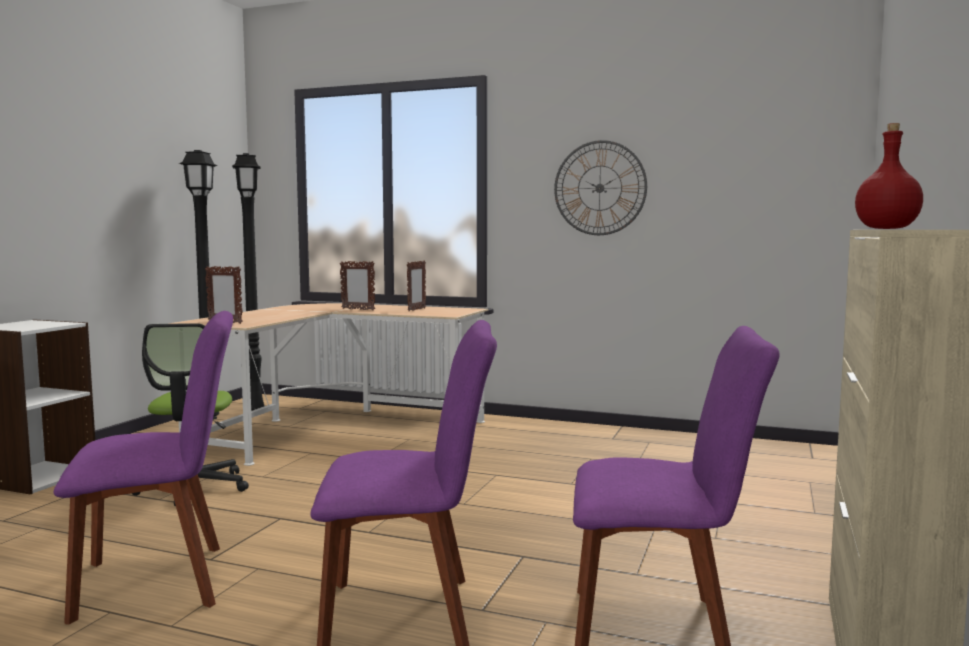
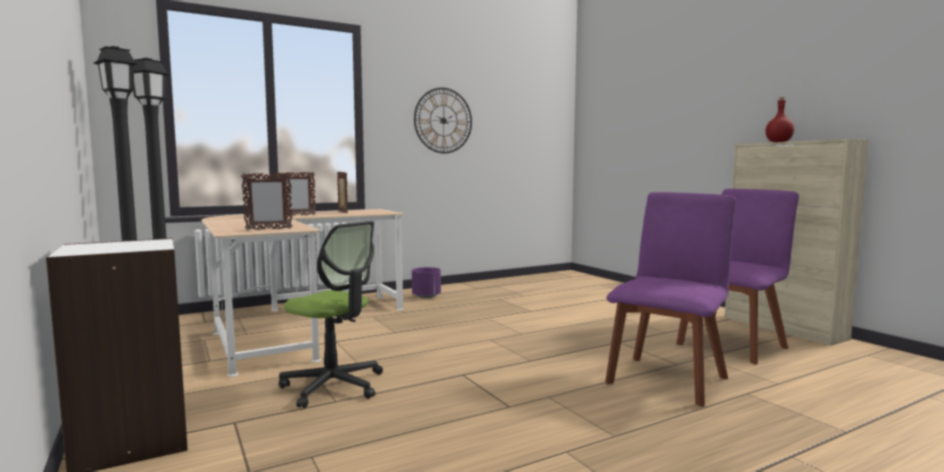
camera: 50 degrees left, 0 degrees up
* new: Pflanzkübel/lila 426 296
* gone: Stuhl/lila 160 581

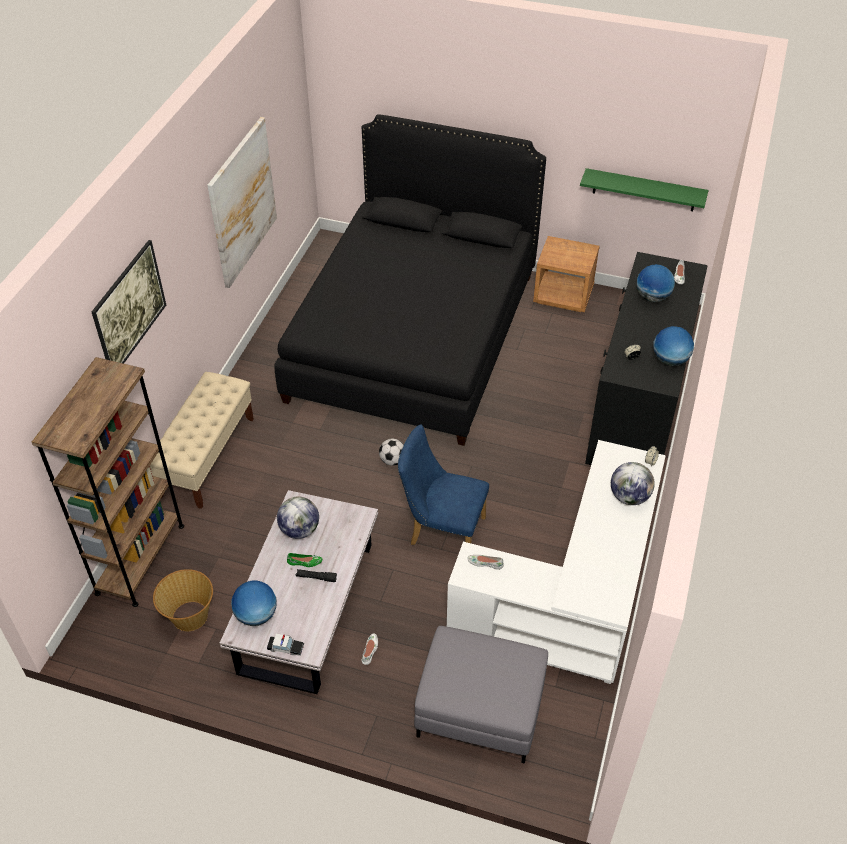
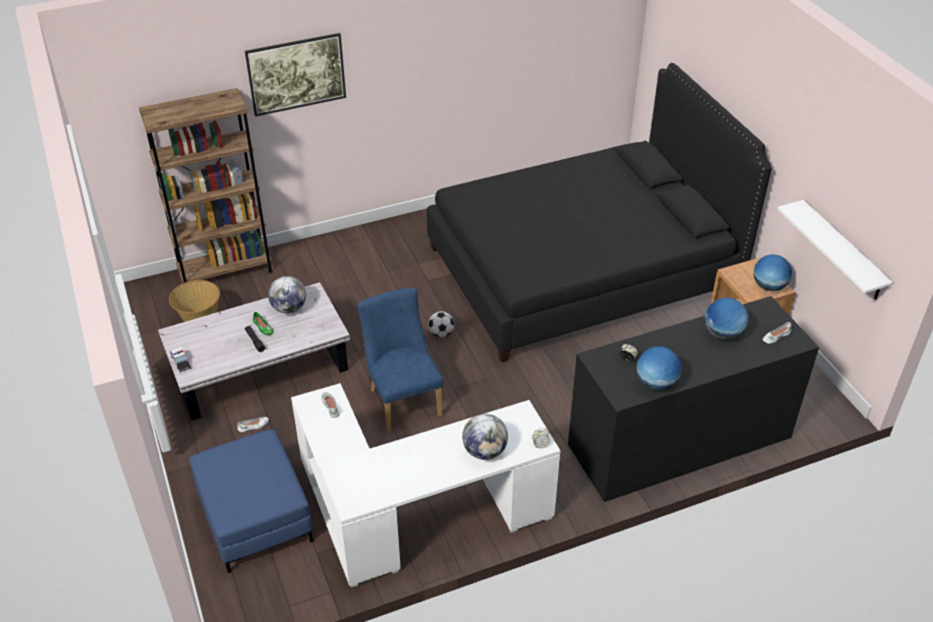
camera: 50 degrees right, 5 degrees down
* repainted: Polsterhocker/grau 479 709 to Polsterhocker/blau 254 518
* shifted: Globus 256 615 to 768 286
* repainted: Wandregal/grün 644 190 to Wandregal/weiß 842 251
* gone: Bank/beige 207 456
* gone: Bild 242 202

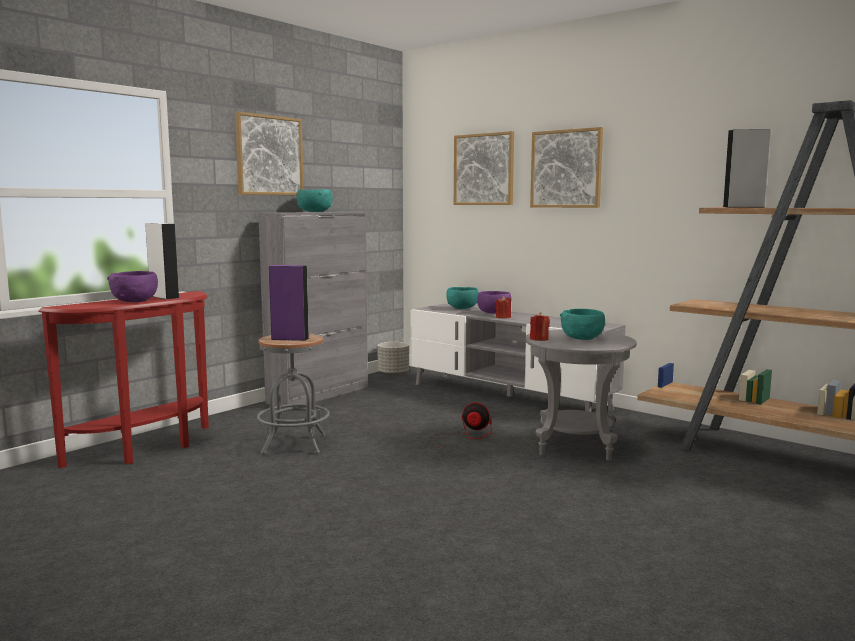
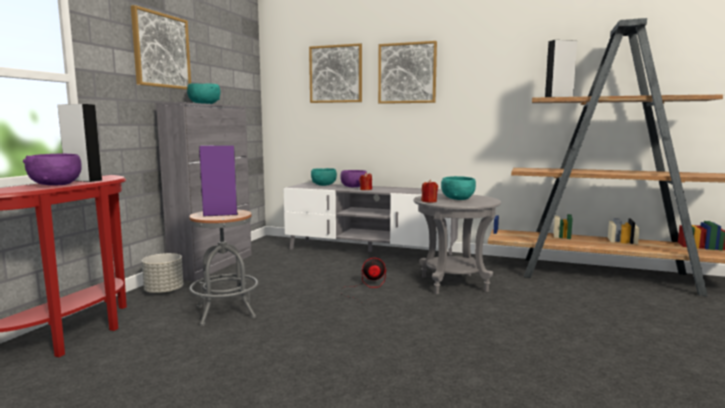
camera: 20 degrees left, 0 degrees up
* shifted: Pflanzkübel/grau 393 374 to 164 291

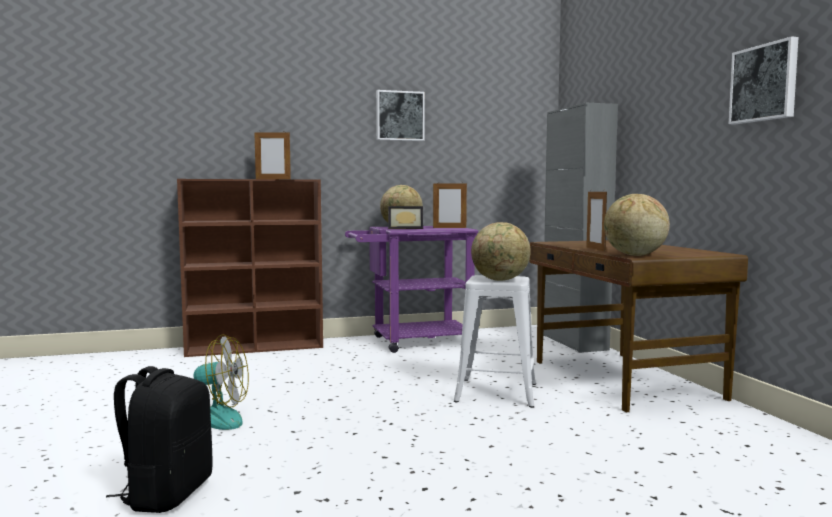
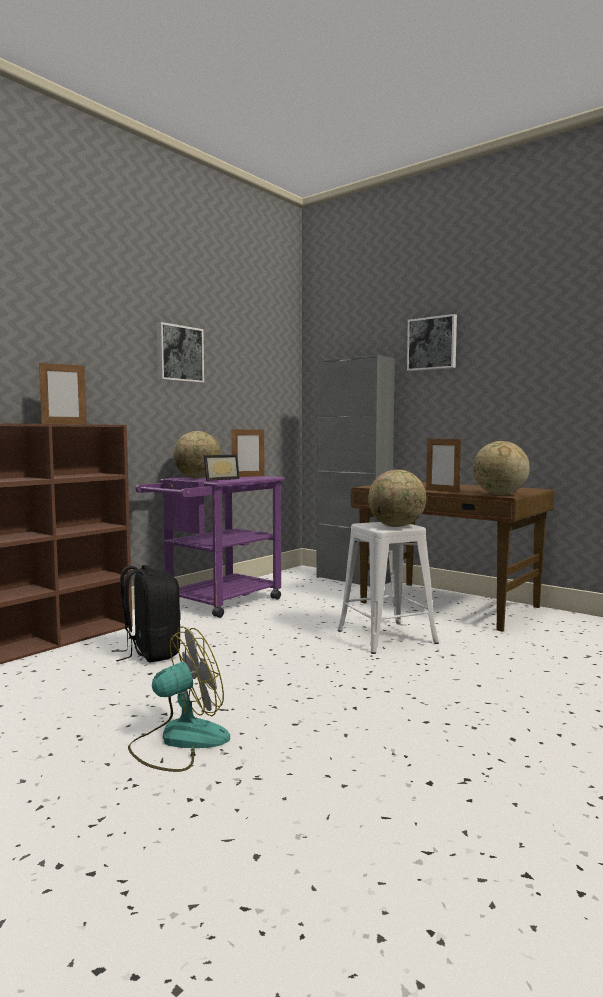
camera: 35 degrees left, 0 degrees up
* shifted: Rucksack/schwarz 166 494 to 150 653
* shifted: Bild 764 83 to 432 343

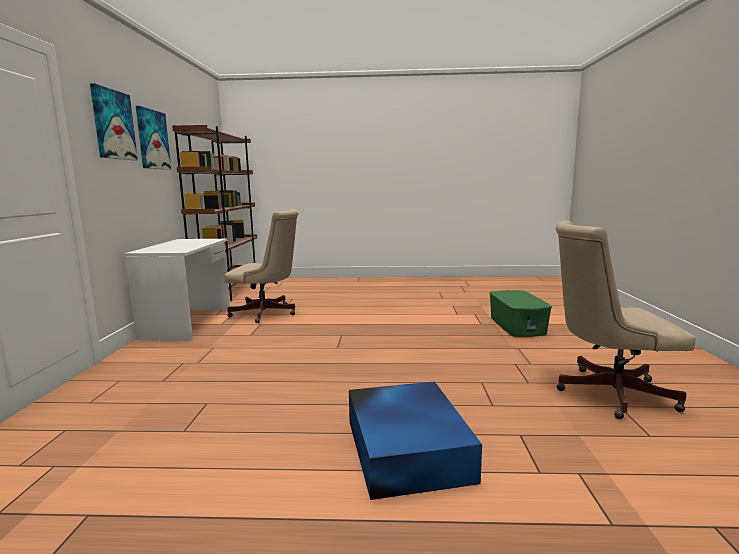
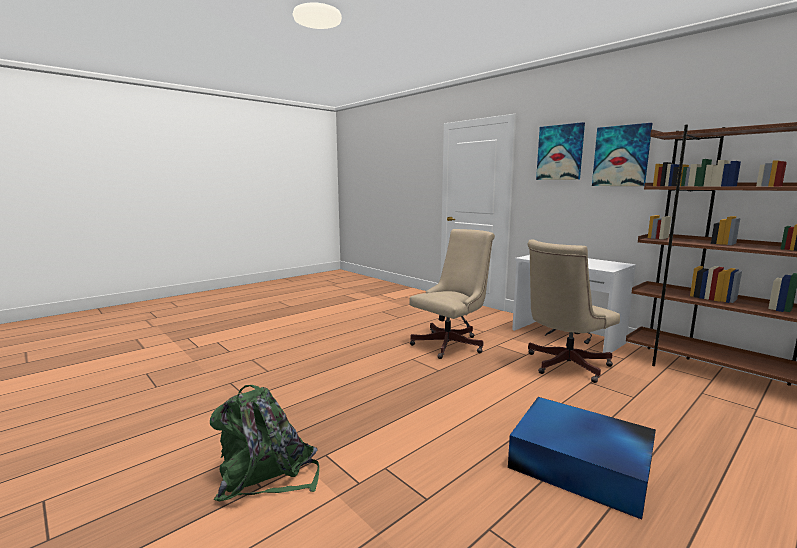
camera: 135 degrees right, 0 degrees up
* swapped: Aufbewahrungsbox/grün 517 326 to Rucksack/grün 266 474
* shifted: Bürostuhl/beige 606 392 to 451 344
* shifted: Aufbewahrungsbox/blau 407 448 to 582 465

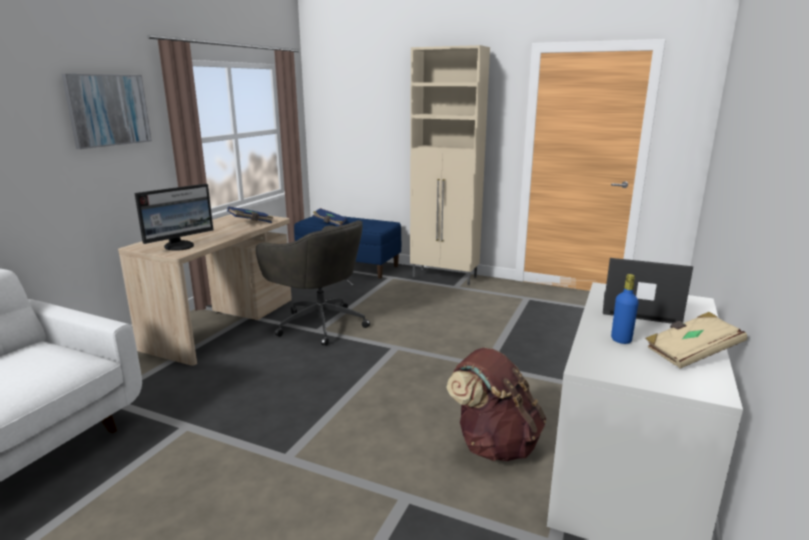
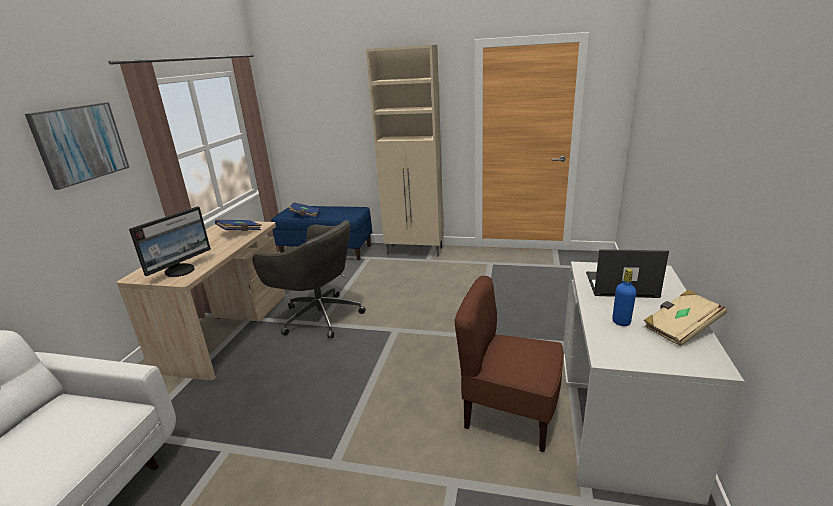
camera: 10 degrees left, 5 degrees up
* swapped: Rucksack/braun 494 444 to Stuhl/braun 509 413

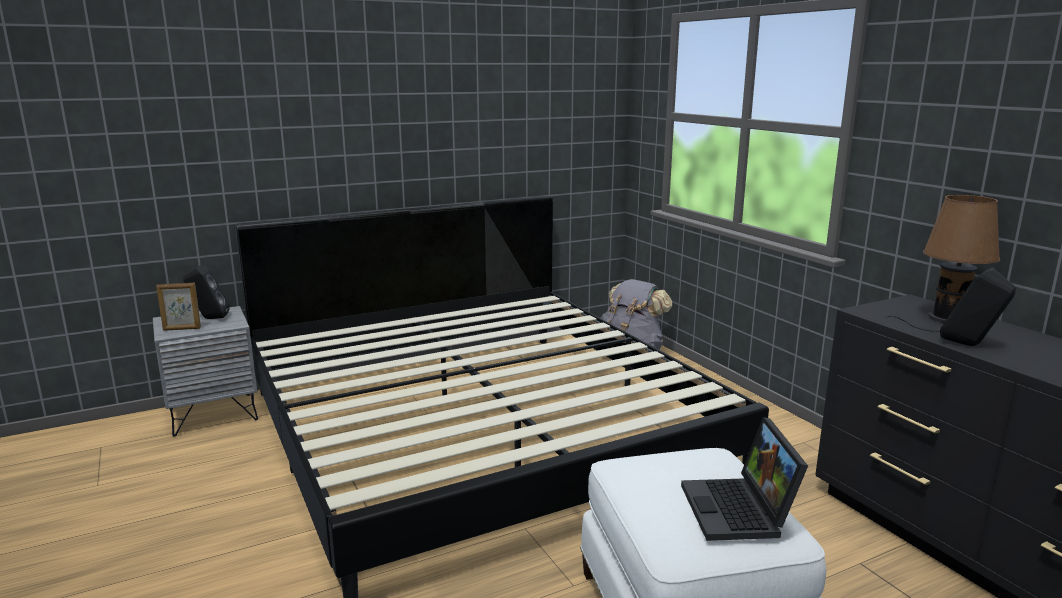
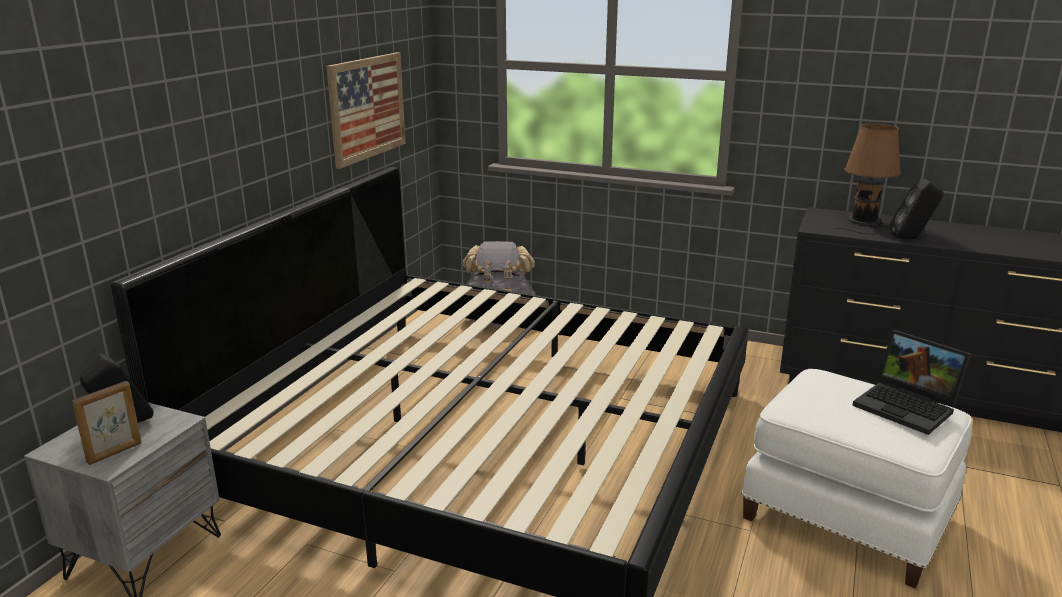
camera: 40 degrees left, 5 degrees up
* new: Bild 367 108

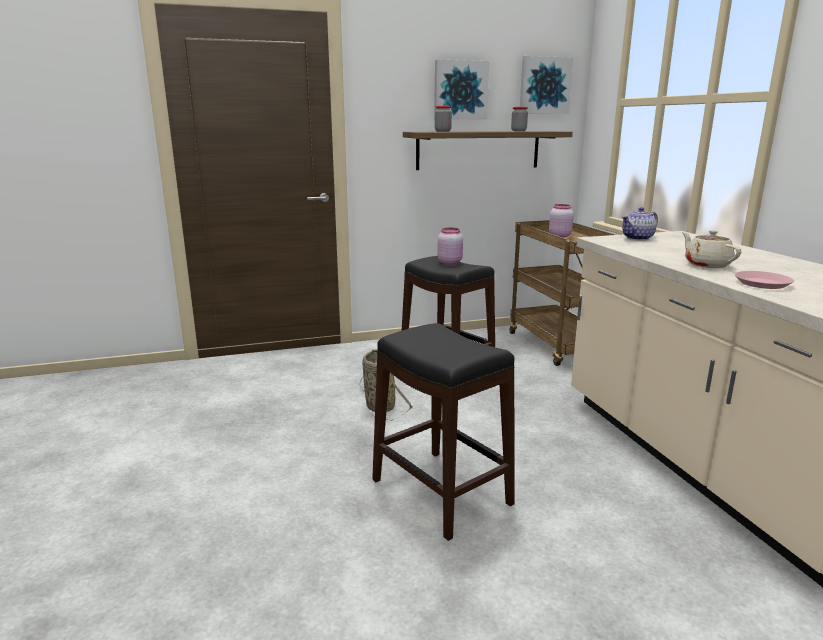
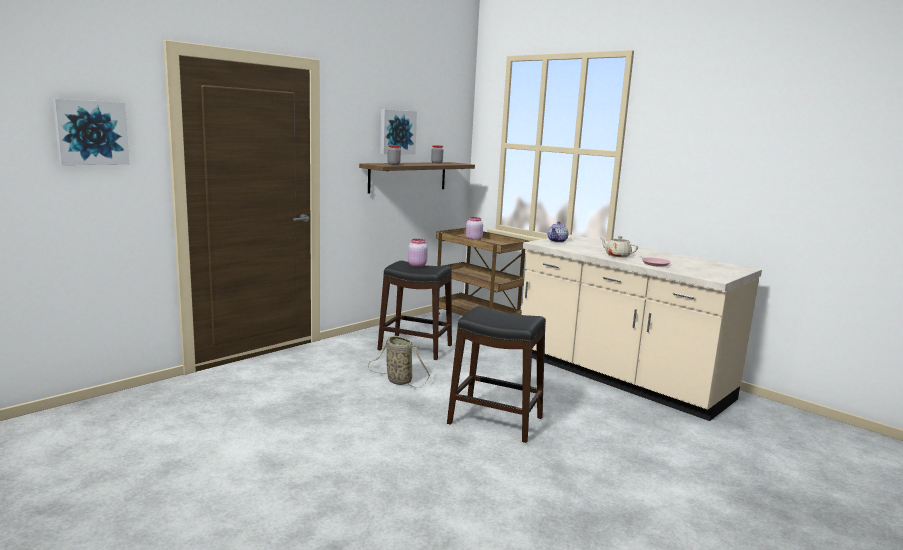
camera: 30 degrees left, 5 degrees down
* shifted: Bild 544 85 to 91 132

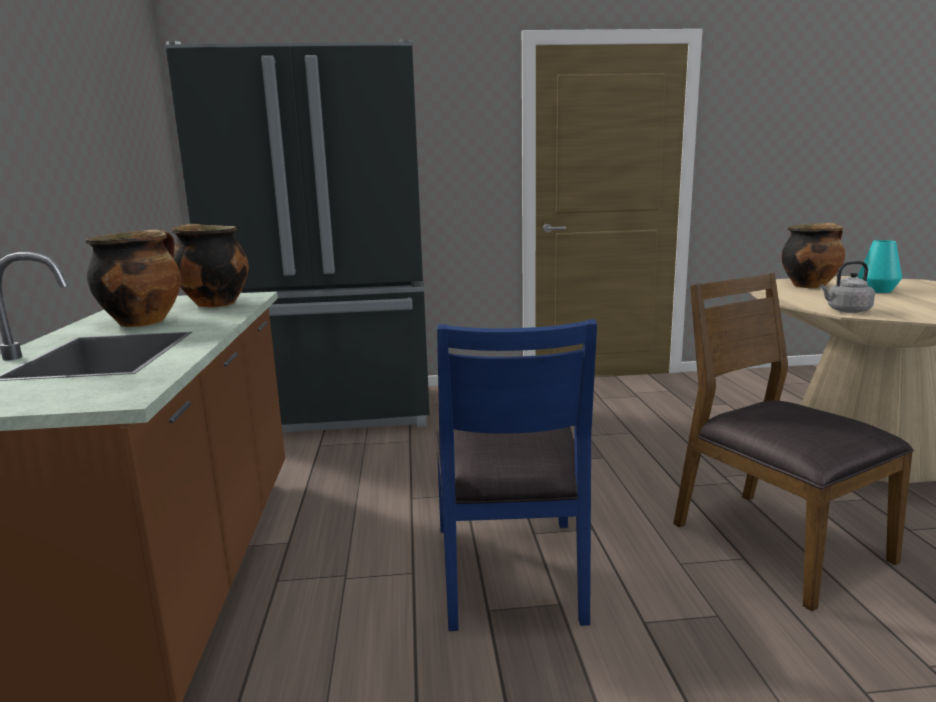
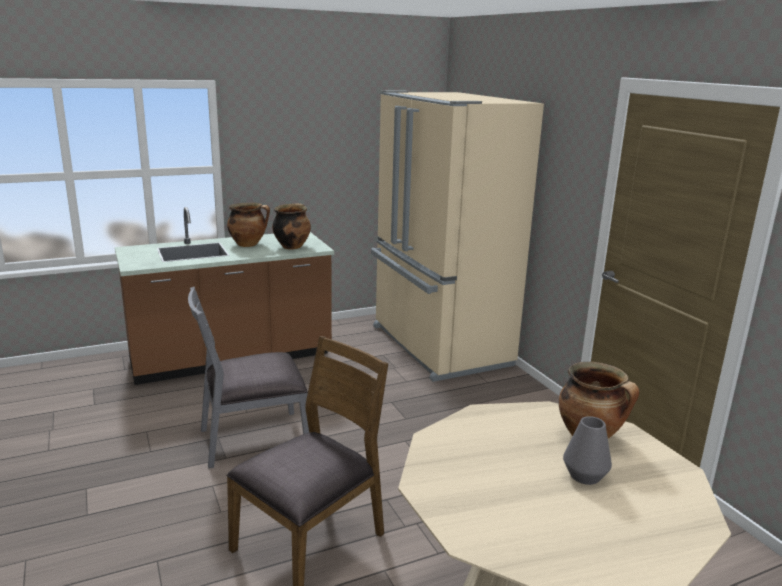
camera: 70 degrees right, 5 degrees up
* repainted: Stuhl/blau 510 571 to Stuhl/grau 253 439
* repainted: Kühlschrank/schwarz 333 412 to Kühlschrank/beige 438 346
* repainted: Vase/türkis 877 291 to Vase/grau 584 476
* gone: Wasserkessel/grau 846 311

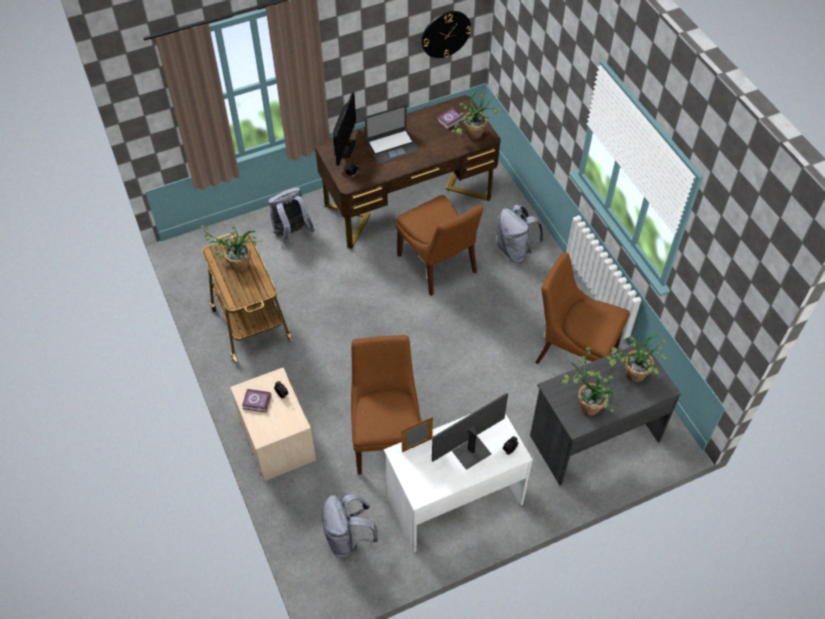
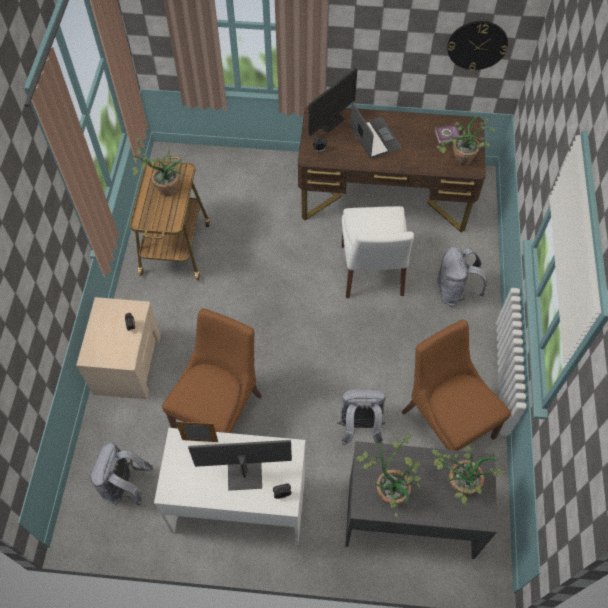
camera: 30 degrees right, 5 degrees up
* shifted: Rucksack/grau 292 233 to 359 427
* repainted: Stuhl/braun 438 265 to Stuhl/weiß 372 273
* rotated: Laptop 392 146 = 375 138 120 degrees counterclockwise
* gone: Buch 257 402

